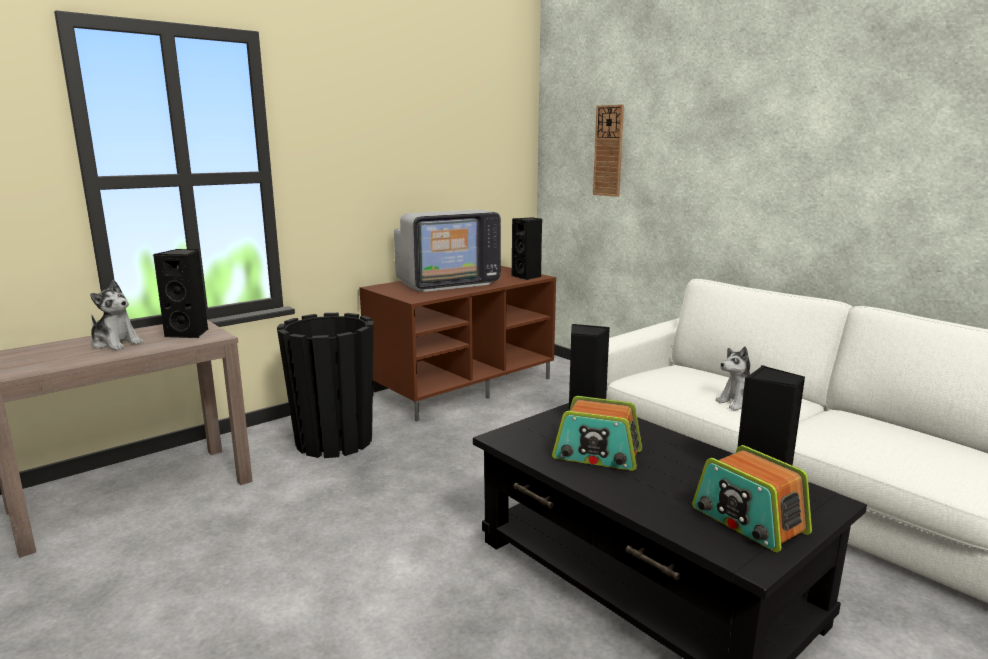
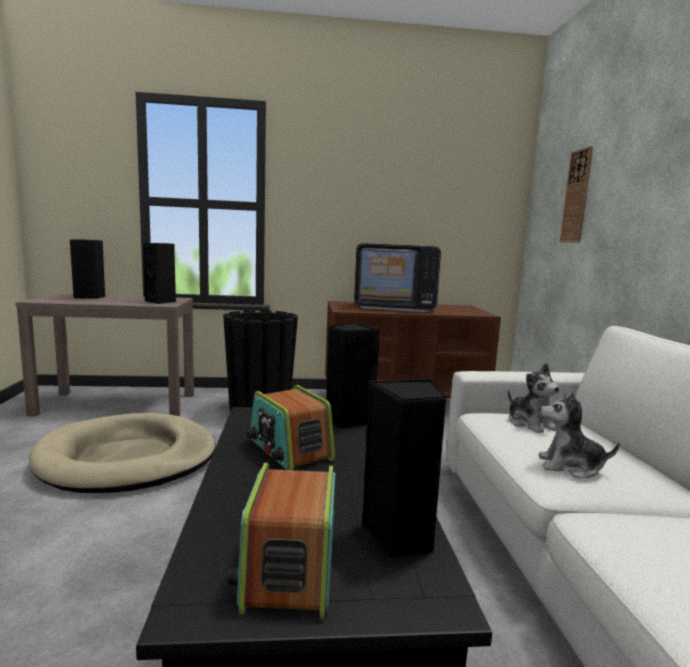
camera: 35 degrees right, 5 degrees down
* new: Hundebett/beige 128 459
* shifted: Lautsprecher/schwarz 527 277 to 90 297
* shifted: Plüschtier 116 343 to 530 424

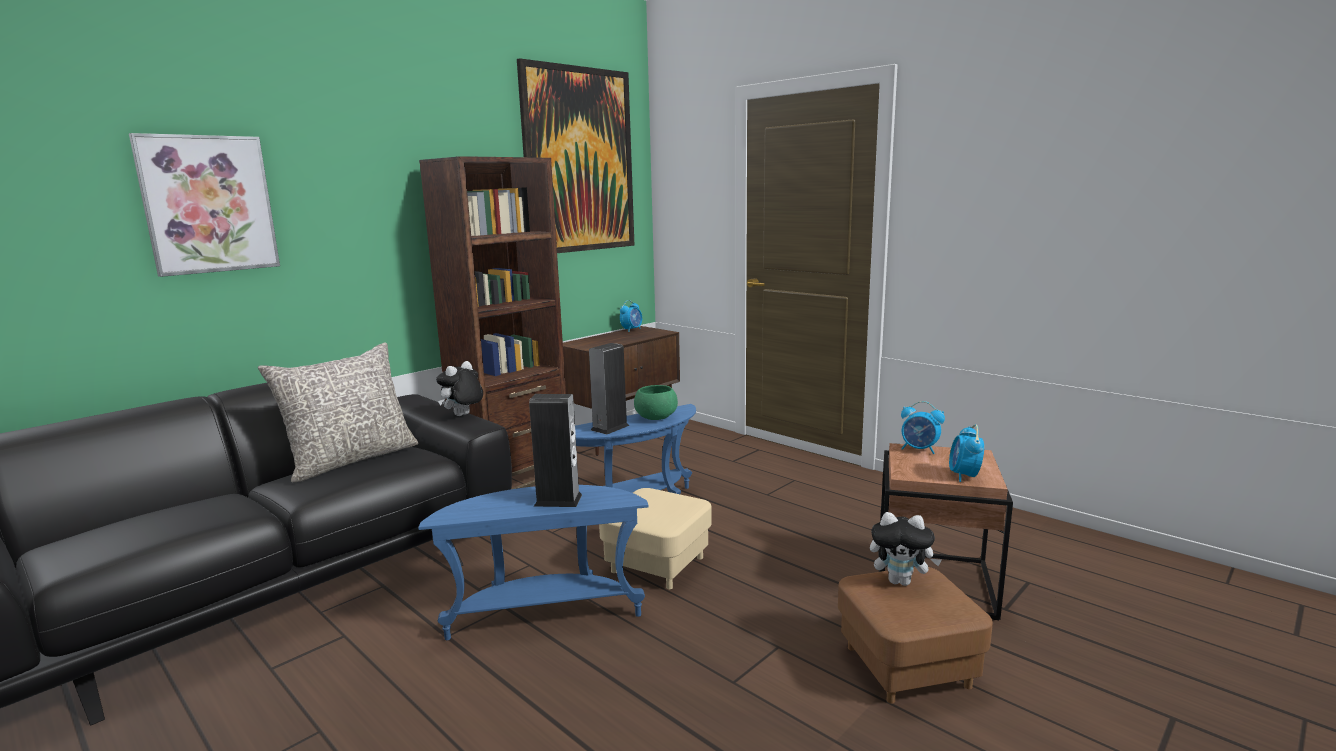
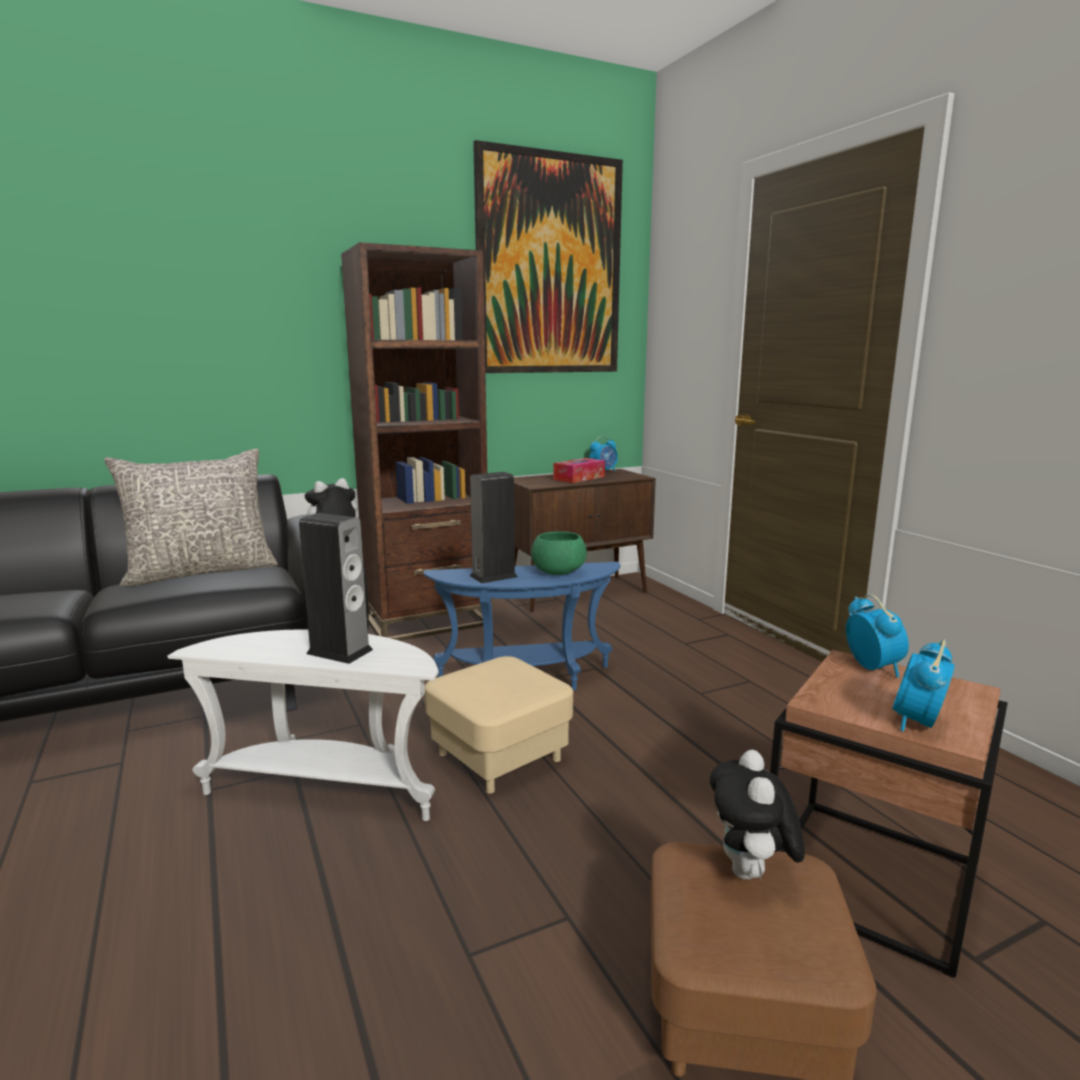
camera: 20 degrees right, 0 degrees up
* repainted: Beistelltisch/blau 544 613 to Beistelltisch/weiß 326 789
* new: Taschentuchbox 579 478
* rotated: Plüschtier 901 581 = 751 874 60 degrees clockwise
* rotated: Wecker 919 450 = 872 667 150 degrees counterclockwise
* gone: Bild 208 204

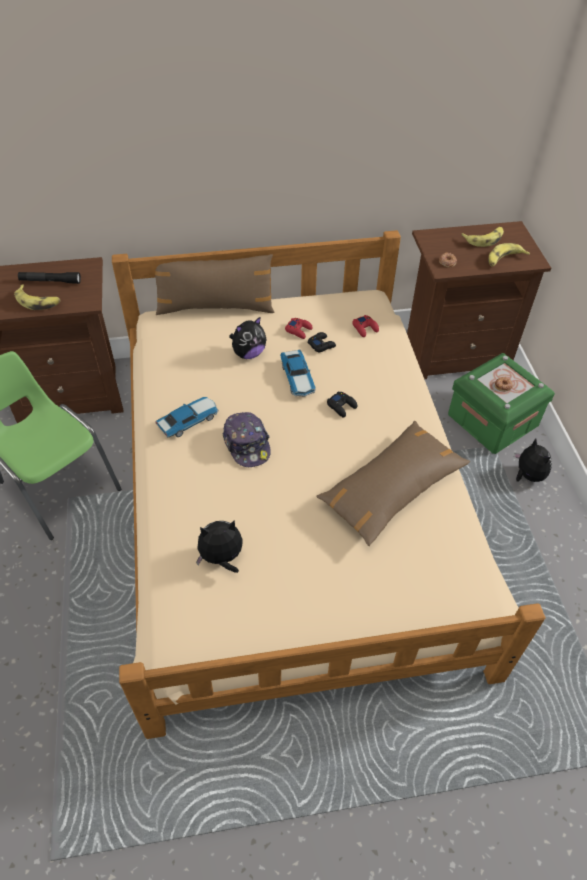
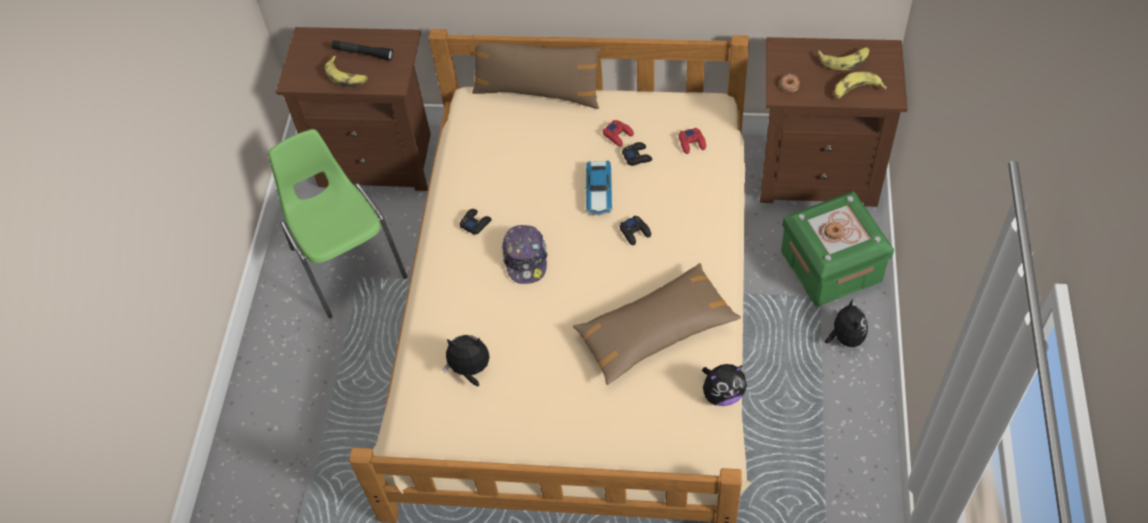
camera: 20 degrees right, 5 degrees up
* swapped: Spielzeugauto 189 421 to Gamepad/schwarz 475 223
* shifted: Plüschtier 248 353 to 722 394

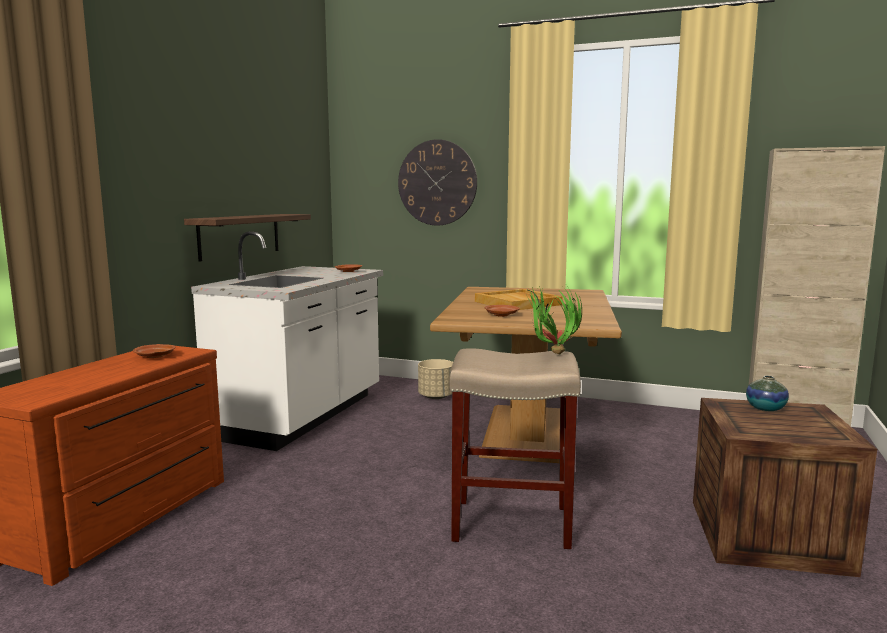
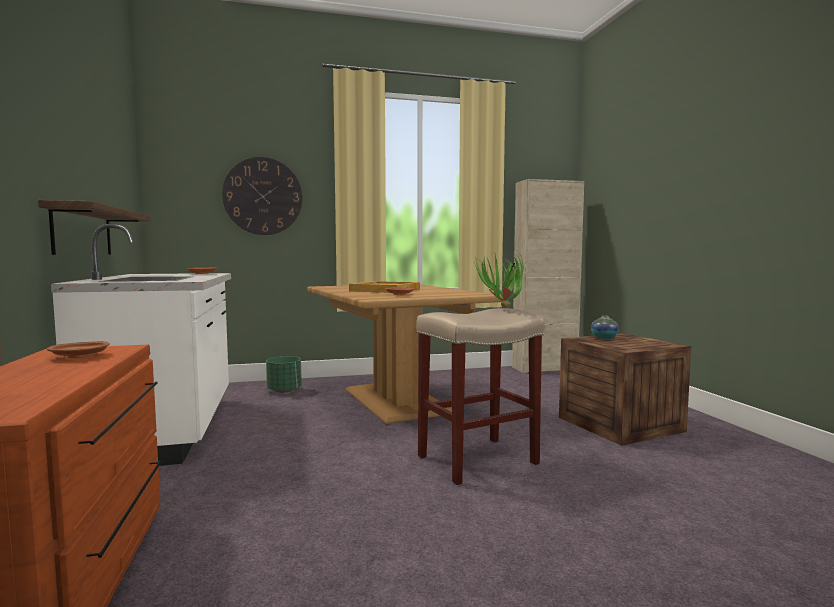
camera: 35 degrees left, 5 degrees down
* repainted: Pflanzkübel/beige 436 396 to Pflanzkübel/grün 284 390

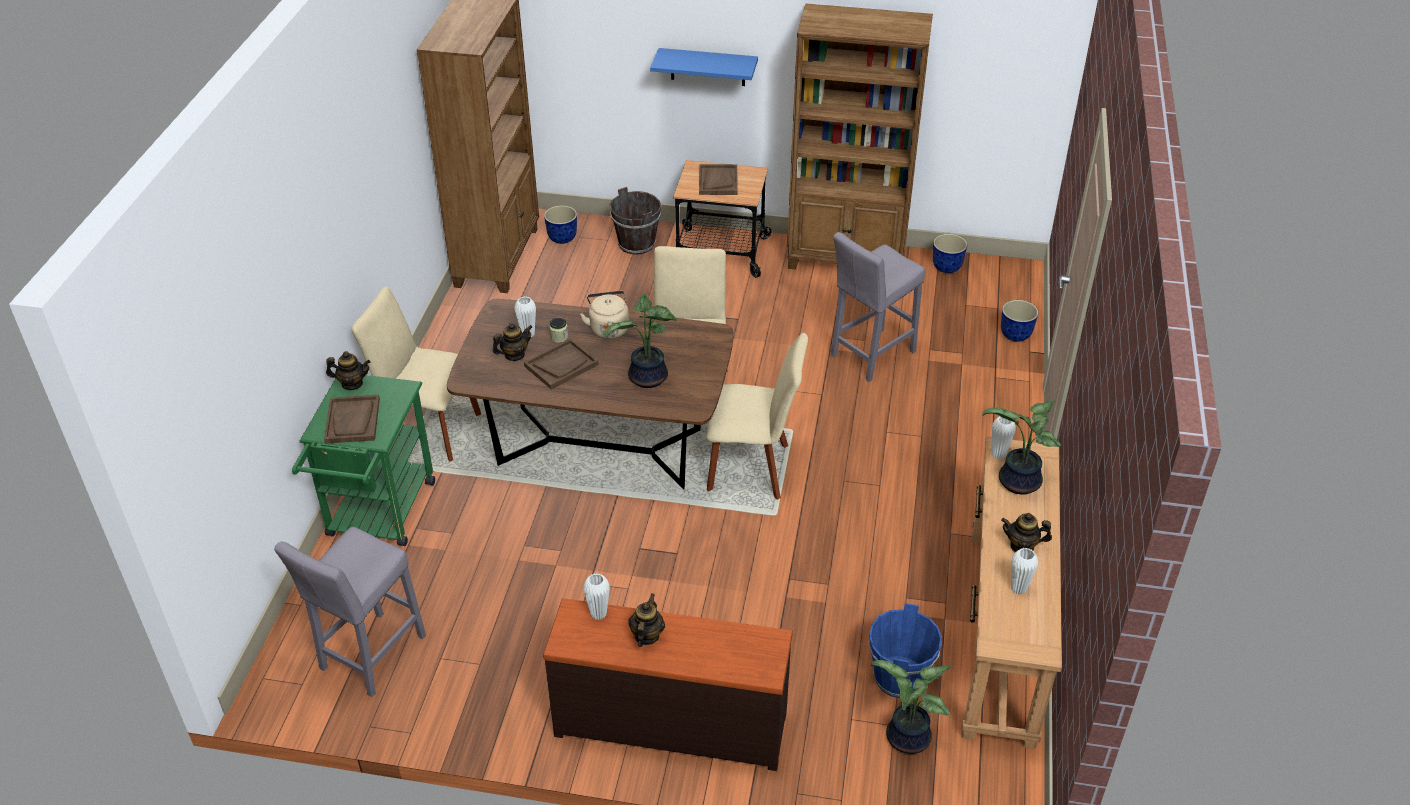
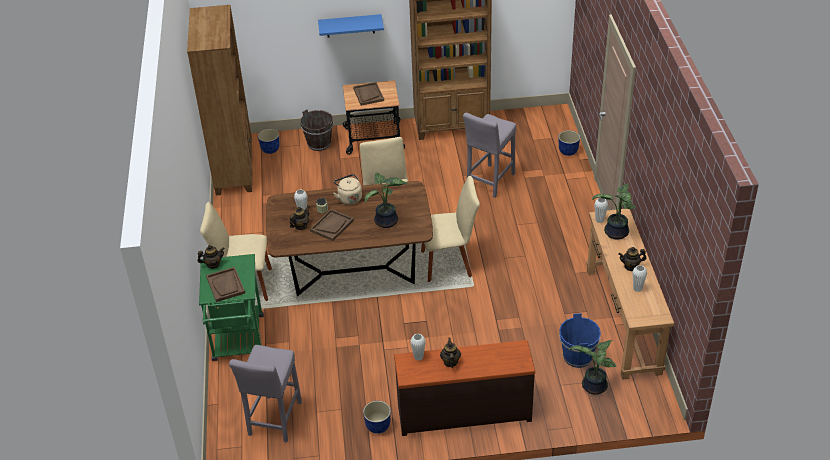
camera: 15 degrees left, 0 degrees up
* shifted: Pflanzkübel 946 267 to 377 427

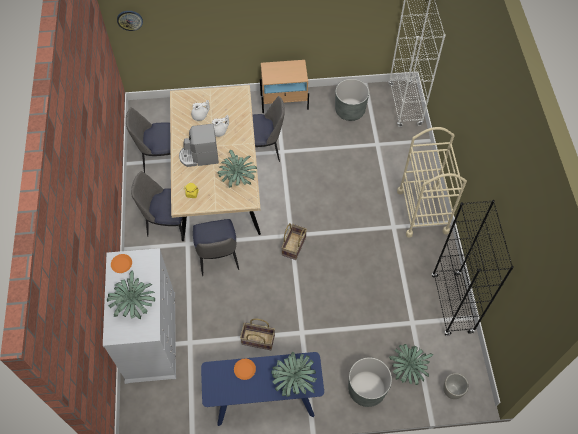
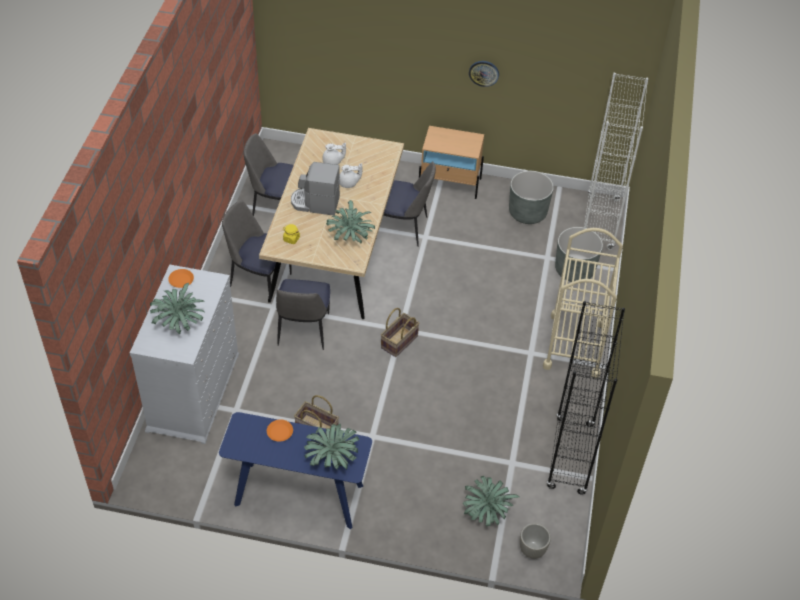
camera: 15 degrees right, 10 degrees down
* shifted: Wanduhr 130 20 to 484 73
* shifted: Pflanzkübel/grau 366 389 to 574 270

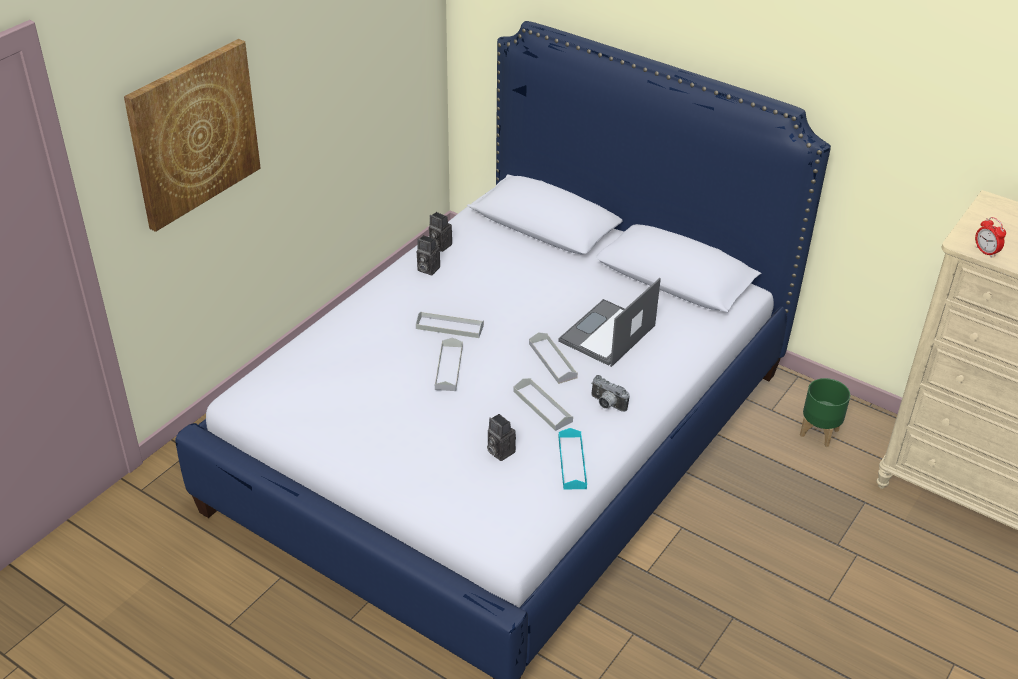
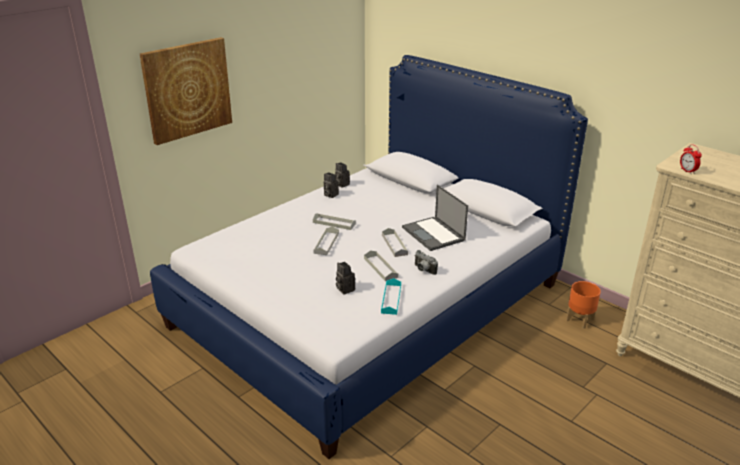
camera: 10 degrees right, 10 degrees down
* rotated: Laptop 607 334 = 434 234 75 degrees counterclockwise
* repainted: Pflanzkübel/grün 818 433 to Pflanzkübel/orange 579 320

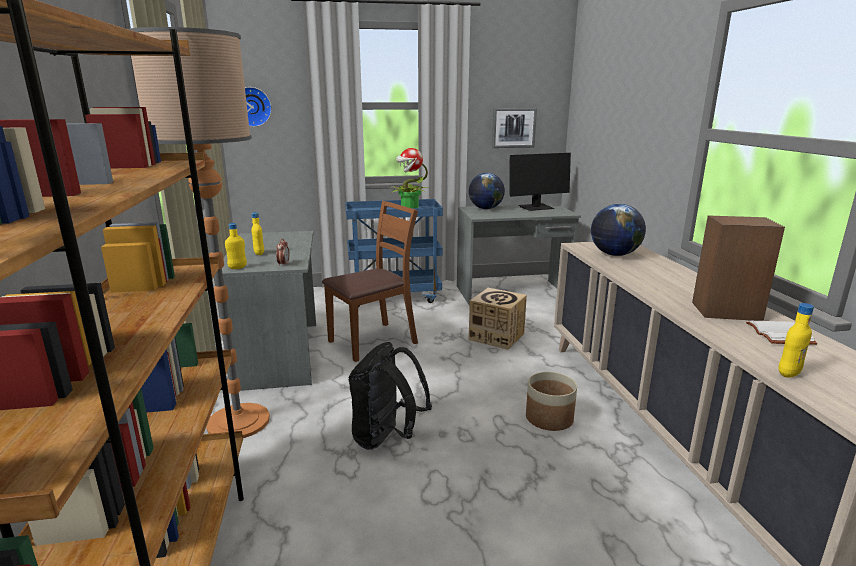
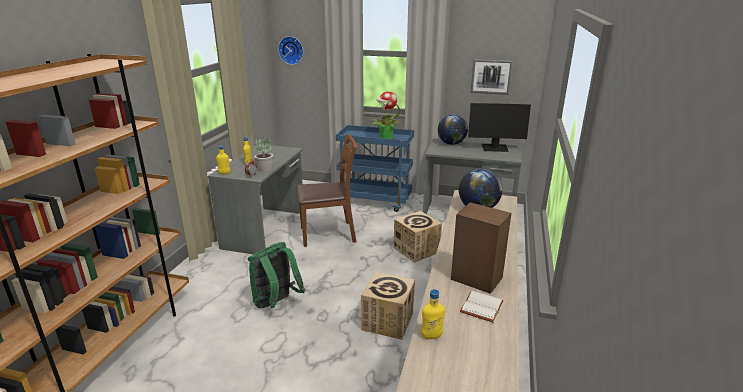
camera: 25 degrees right, 5 degrees up
* repainted: Rucksack/schwarz 386 438 to Rucksack/grün 276 303
* new: Topfpflanze 265 169
* swapped: Pflanzkübel 548 418 to Karton 388 321
* gone: Stehlampe 238 422

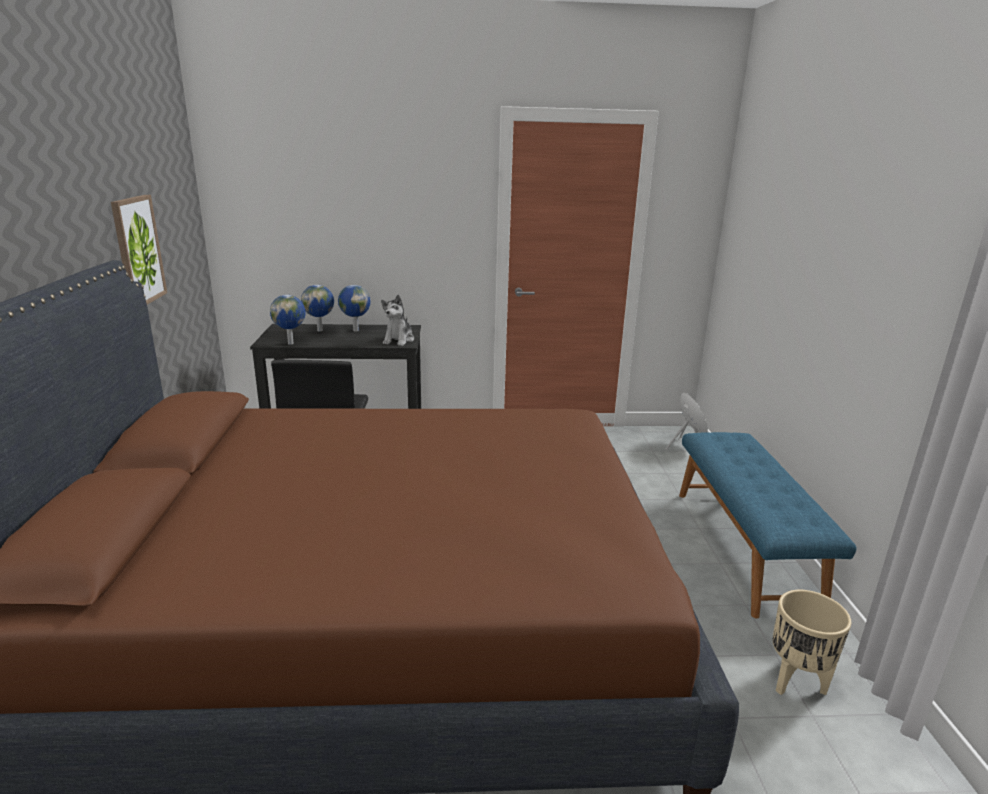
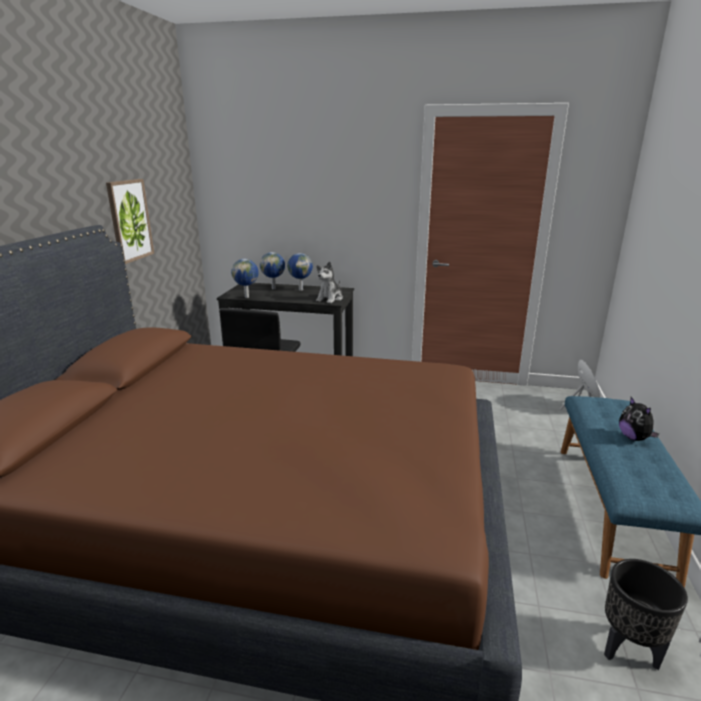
camera: 15 degrees right, 0 degrees up
* repainted: Pflanzkübel/beige 795 682 to Pflanzkübel/schwarz 628 650
* new: Plüschtier 634 438

